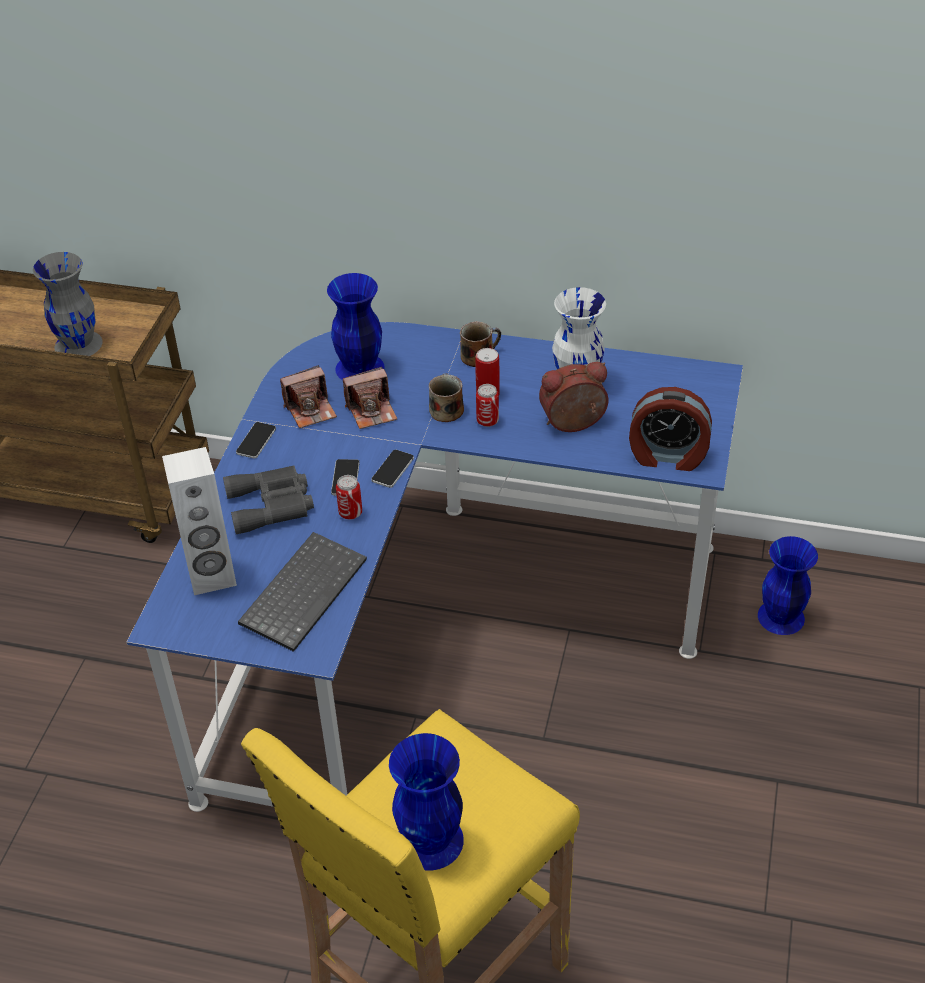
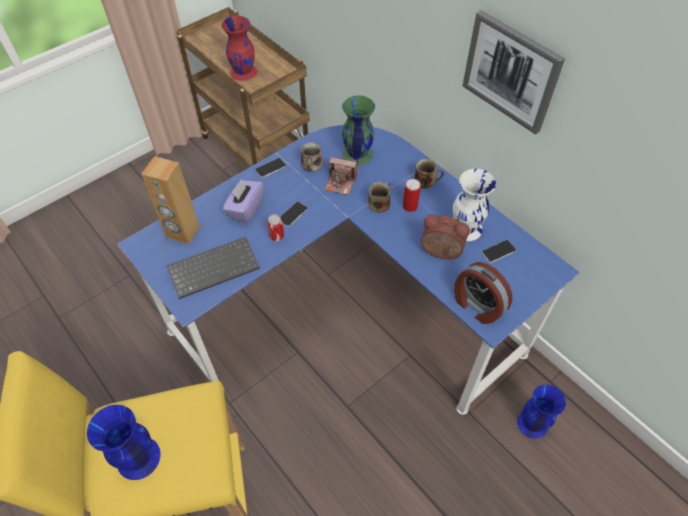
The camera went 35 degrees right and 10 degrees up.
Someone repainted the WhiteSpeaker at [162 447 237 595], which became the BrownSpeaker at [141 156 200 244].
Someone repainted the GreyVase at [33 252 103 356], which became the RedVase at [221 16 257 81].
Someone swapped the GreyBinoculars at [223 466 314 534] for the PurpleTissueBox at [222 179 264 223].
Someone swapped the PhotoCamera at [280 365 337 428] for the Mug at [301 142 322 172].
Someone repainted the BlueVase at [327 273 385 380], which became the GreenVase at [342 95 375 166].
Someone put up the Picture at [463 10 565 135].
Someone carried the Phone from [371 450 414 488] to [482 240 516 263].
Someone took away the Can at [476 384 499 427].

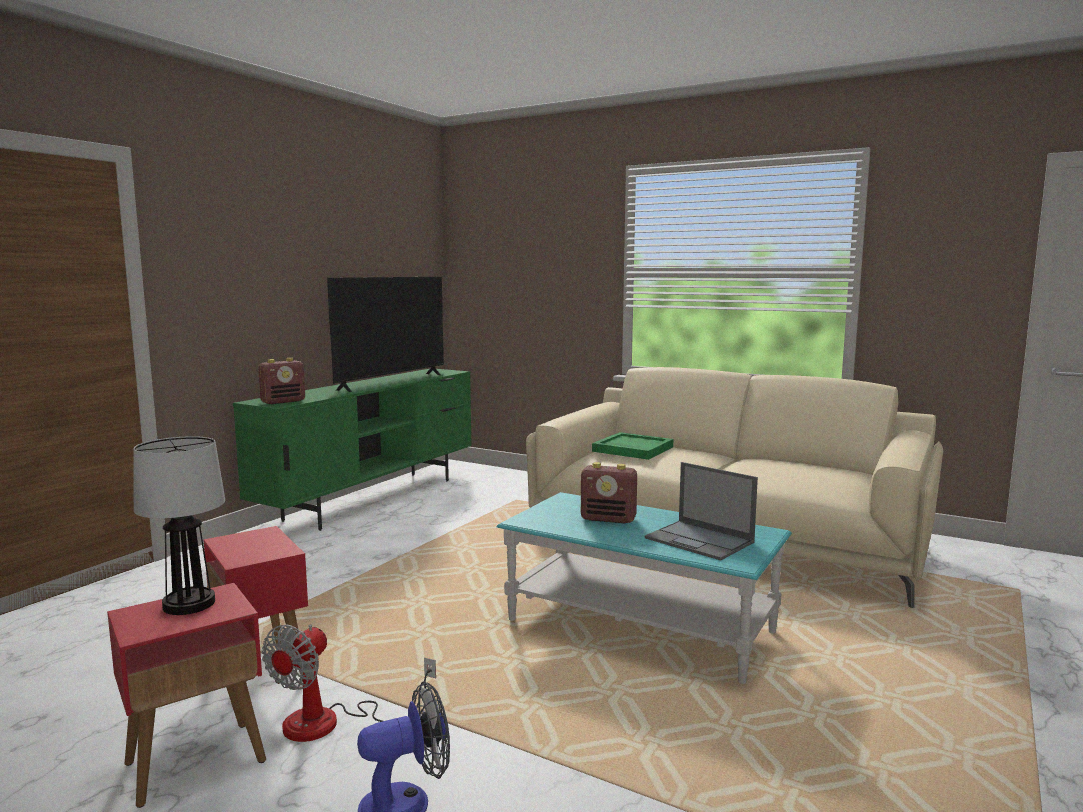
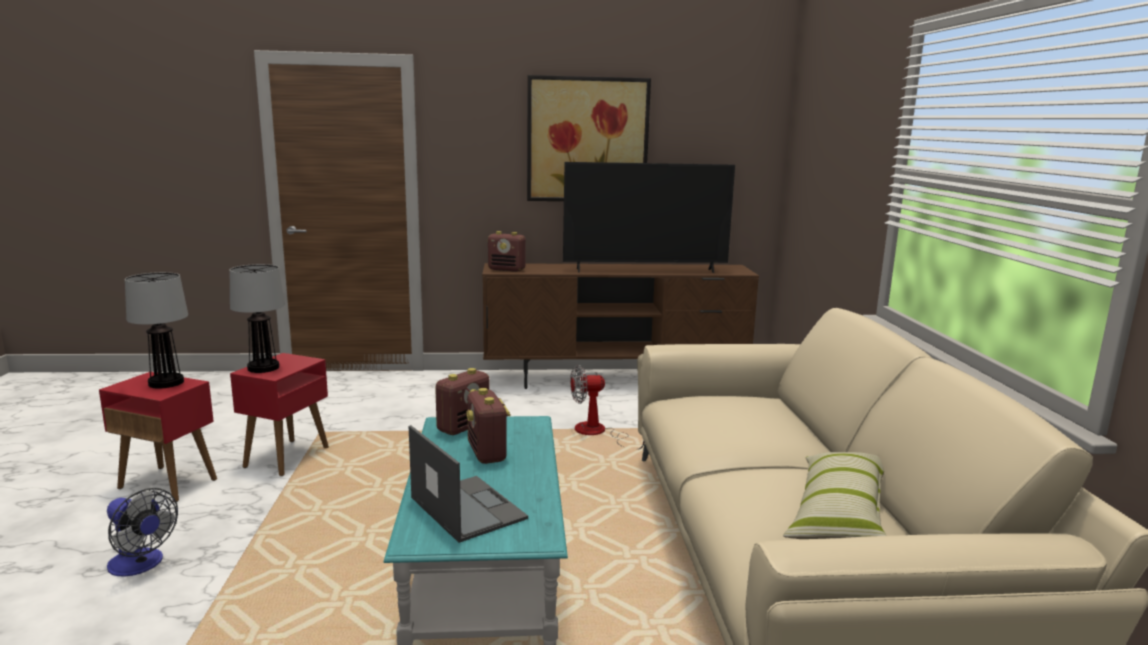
The camera went 55 degrees right and 5 degrees up.
Someone put down the TableLamp at [230 264 285 373].
Someone rotated the Laptop at [645 462 758 560] by 135 degrees clockwise.
Someone put down the Radio at [435 368 489 435].
Someone repainted the GreenTvStand at [233 369 472 531], which became the BrownTvStand at [482 263 759 389].
Someone put up the Picture at [527 75 651 201].
Someone carried the Fan from [262 624 436 742] to [570 365 644 449].
Someone put down the Pillow at [783 452 887 539].
Someone took away the GreenTray at [592 432 673 460].

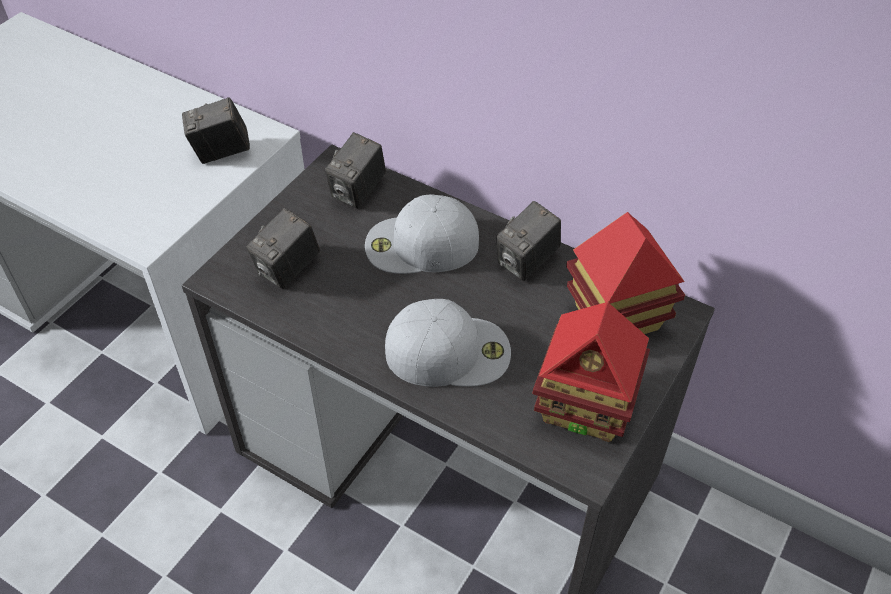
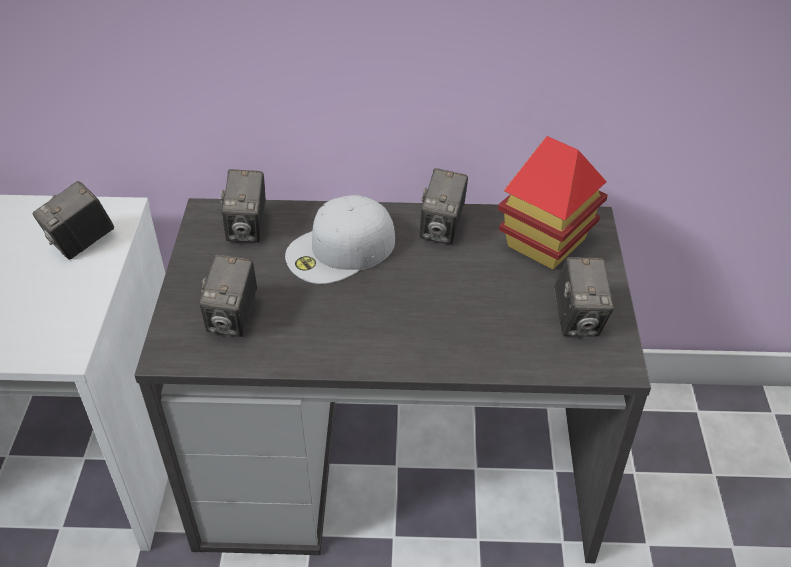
The camera went 30 degrees left and 5 degrees down.
Someone swapped the ToyHouse at [533 302 650 442] for the PhotoCamera at [554 257 614 337].
Someone took away the WhiteCap at [385 299 511 387].

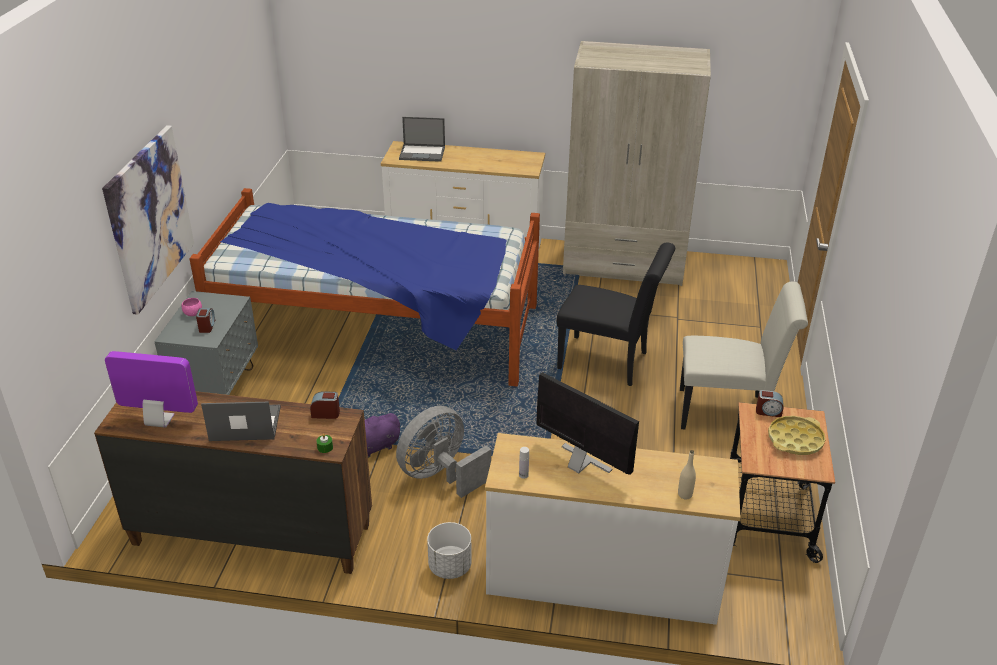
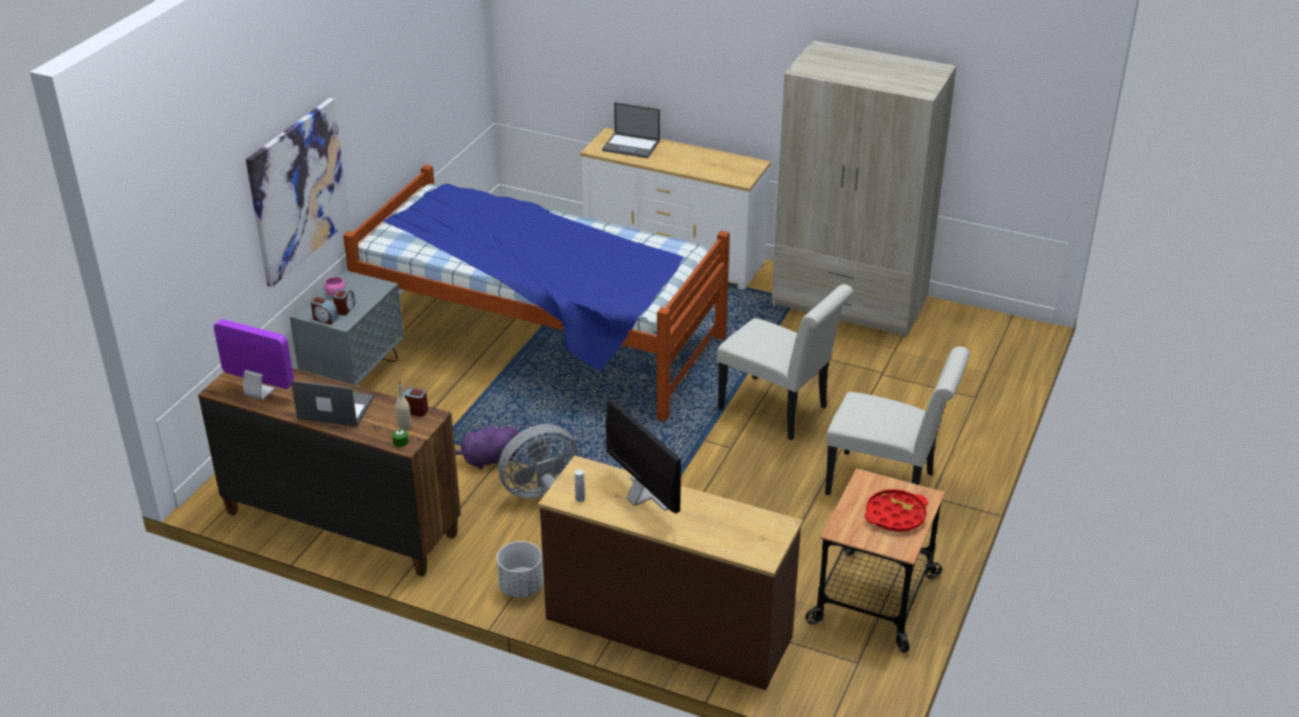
The camera went 15 degrees right and 0 degrees up.
Someone carried the AlarmClock from [756 390 783 417] to [311 297 339 325].
Someone carried the BeigeBottle from [678 450 696 499] to [395 382 411 430].
Someone repainted the WhiteDresser at [485 433 741 625], which became the BrownDresser at [538 455 803 690].
Someone repainted the BlackChair at [557 242 675 386], which became the WhiteChair at [717 284 853 440].
Someone repainted the YellowTray at [768 416 826 455], which became the RedTray at [865 489 928 532].

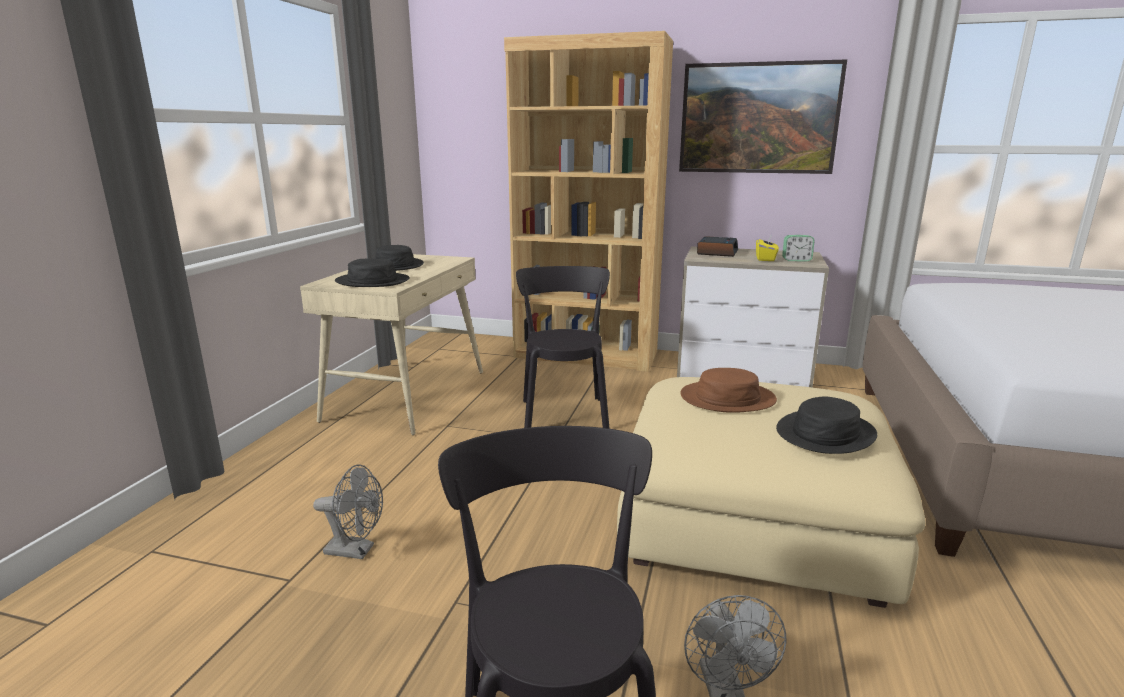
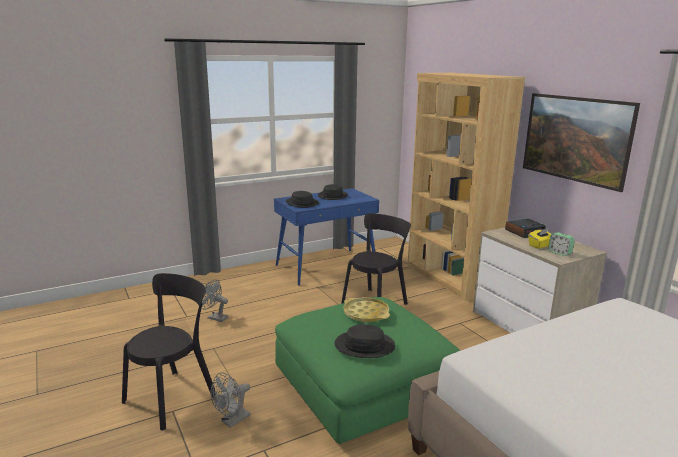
The camera went 45 degrees right and 0 degrees up.
Someone rotated the GreyFan at [313 465 383 559] by 150 degrees clockwise.
Someone repainted the BeigeDesk at [300 254 483 435], which became the BlueDesk at [274 188 379 285].
Someone repainted the BeigeOttoman at [617 377 925 608], which became the GreenOttoman at [275 297 460 444].
Someone swapped the BrownHat at [680 368 777 413] for the YellowTray at [344 297 390 323].

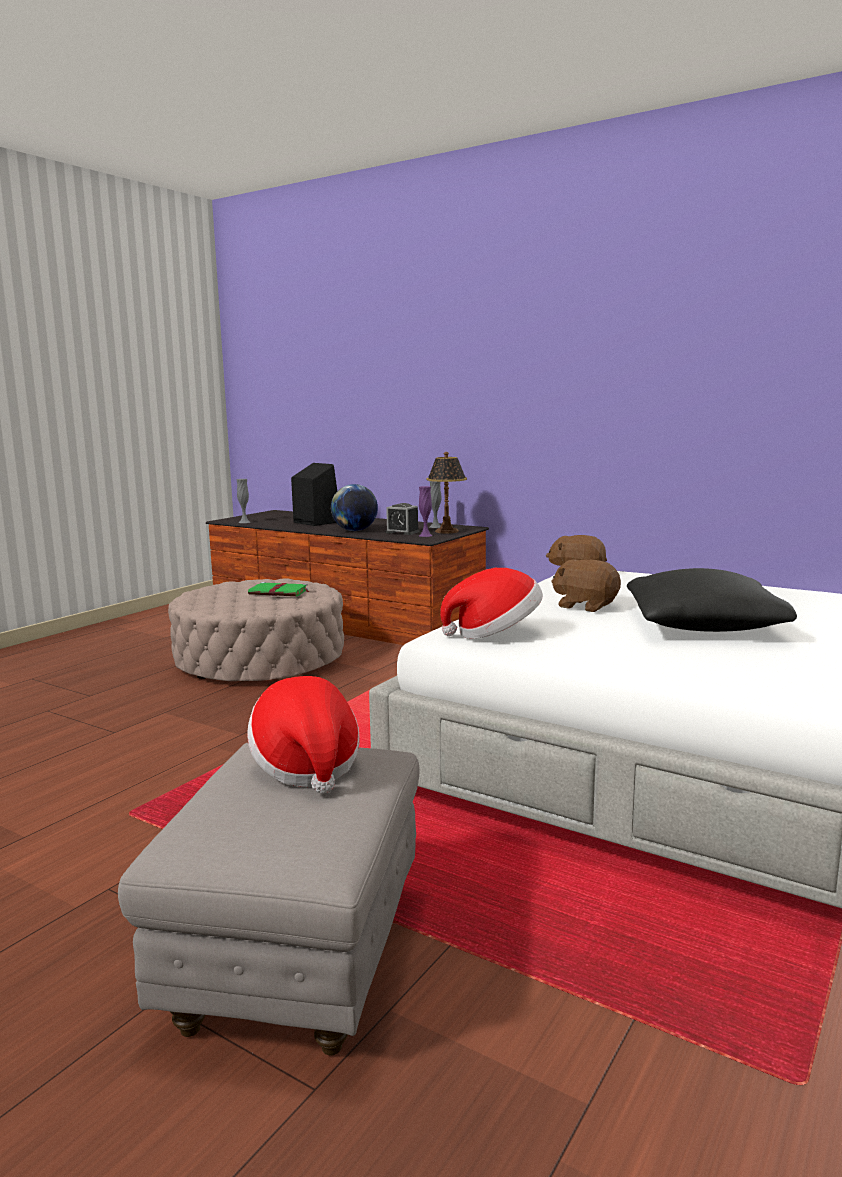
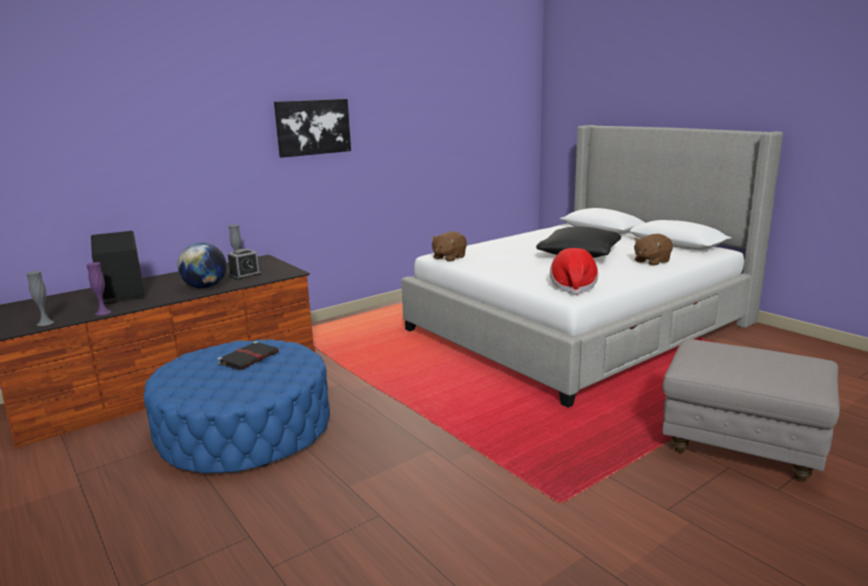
The camera went 70 degrees left and 5 degrees up.
Someone carried the PurpleVase from [419 486 433 537] to [86 262 111 315].
Someone repainted the BeigeOttoman at [168 579 344 681], which became the BlueOttoman at [144 339 330 473].
Someone repainted the GreenBook at [248 582 309 596], which became the BlackBook at [217 341 279 370].
Someone put up the Picture at [274 99 351 158].
Someone carried the BrownPlushToy from [552 560 621 612] to [634 234 673 266].
Someone took away the Hat at [247 676 360 794].
Someone took away the TableLamp at [427 452 467 533].

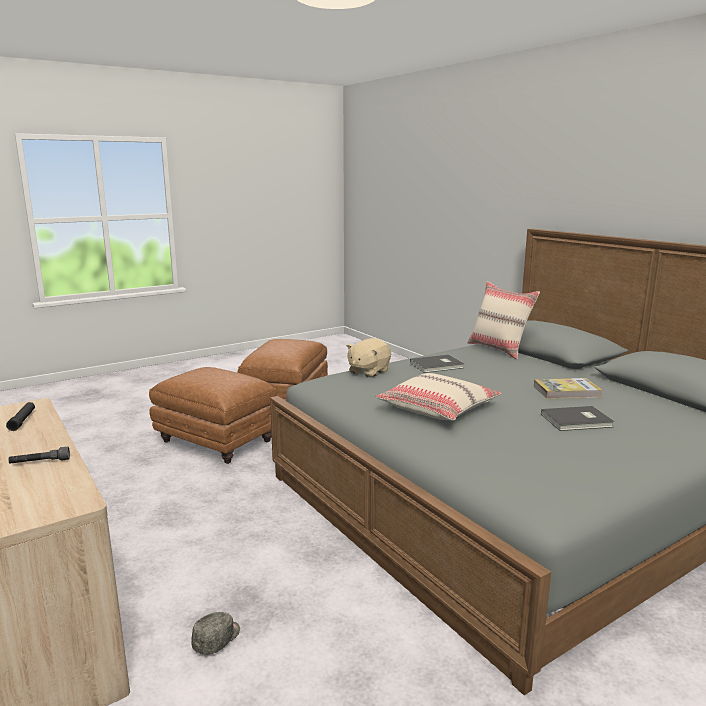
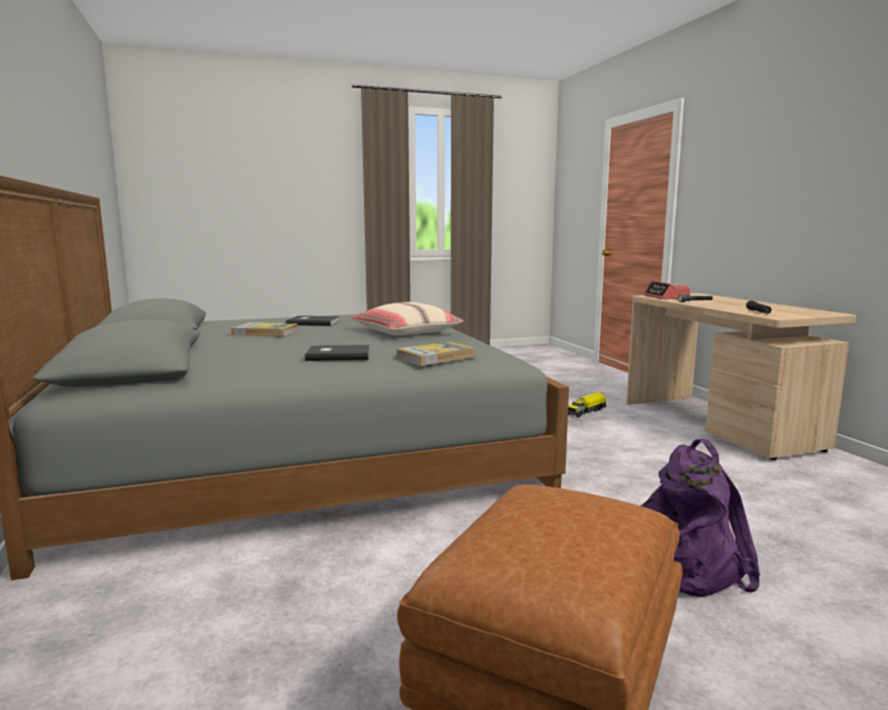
The camera went 165 degrees left and 5 degrees down.
Someone swapped the BeigePlushToy at [346 338 391 377] for the Book at [396 342 475 366].
Someone swapped the GreyCap at [192 612 240 655] for the ToyTruck at [568 392 607 418].
Someone swapped the BrownOttoman at [149 367 277 464] for the PurpleBackpack at [641 438 760 597].
Someone put down the AlarmClock at [644 281 691 299].
Someone took away the BeigePillow at [467 281 540 359].

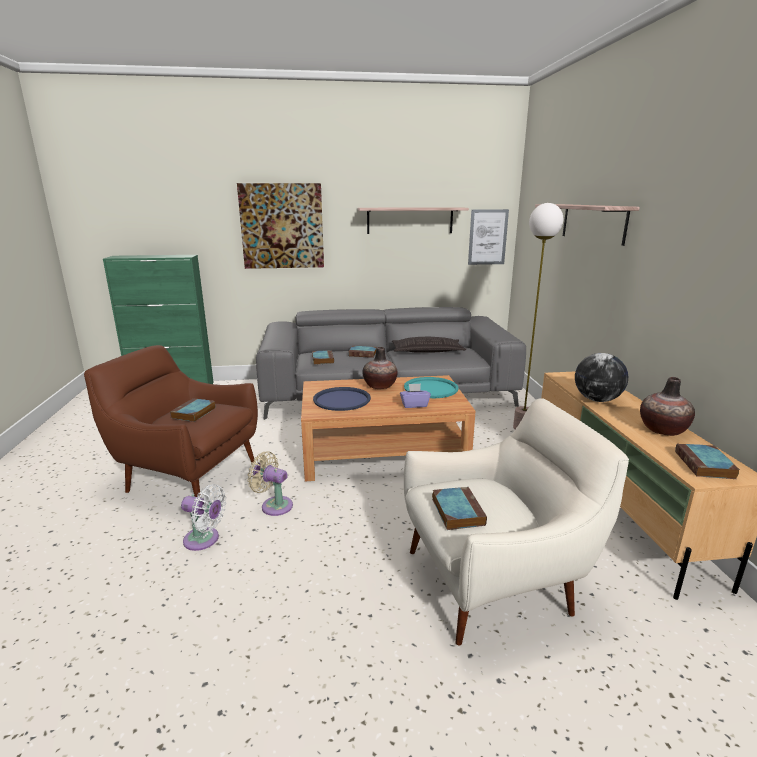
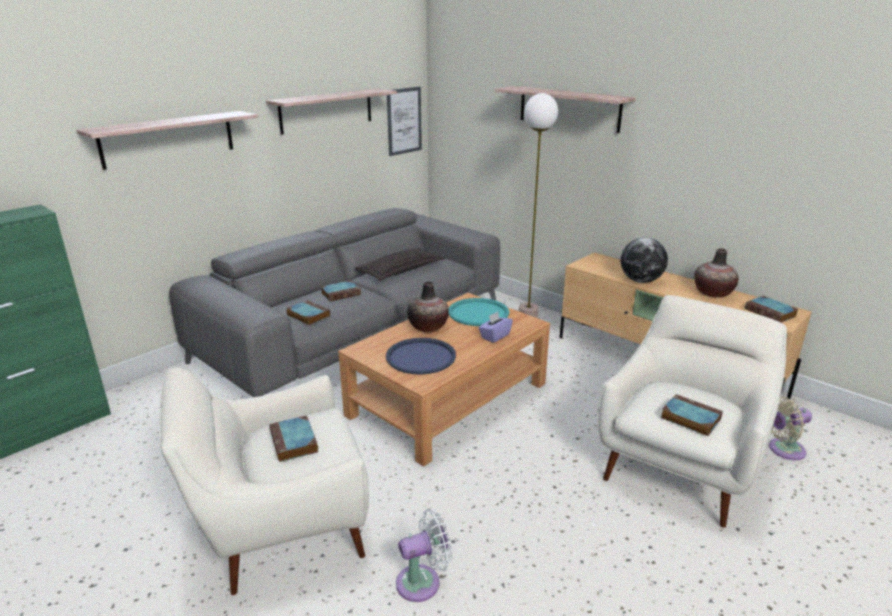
The camera went 40 degrees left and 5 degrees up.
Someone swapped the Picture at [237 183 324 269] for the Shelf at [76 111 258 170].
Someone repainted the BrownArmchair at [84 345 258 498], which became the WhiteArmchair at [159 367 369 595].
Someone carried the BeigeFan from [247 451 293 516] to [769 396 812 460].

